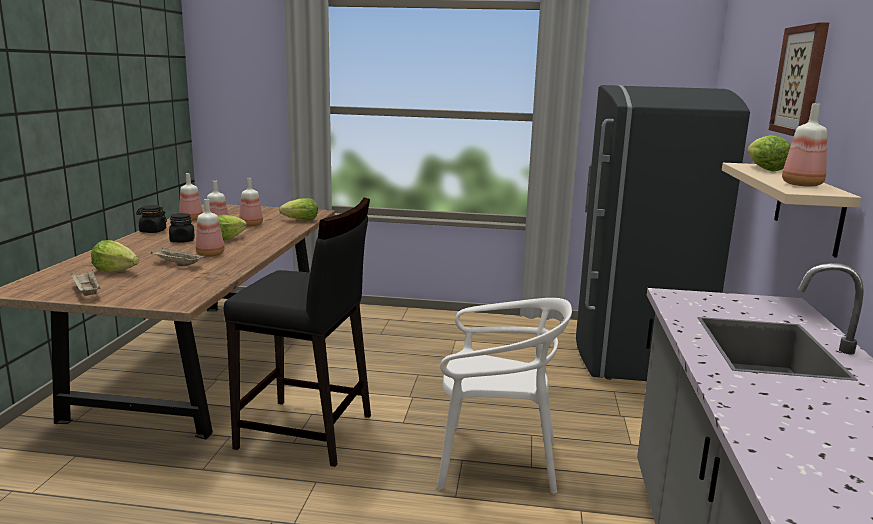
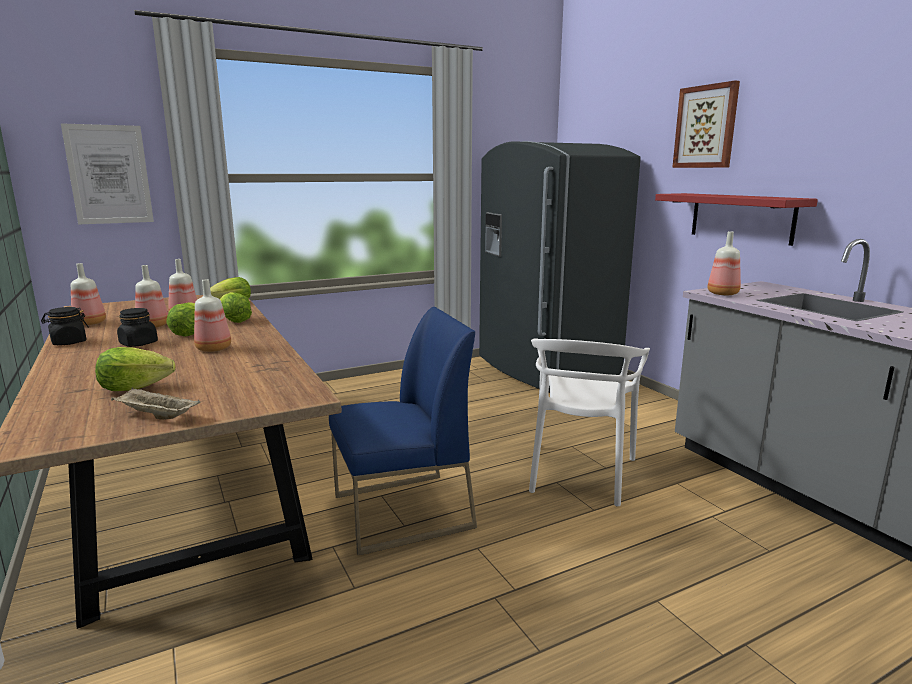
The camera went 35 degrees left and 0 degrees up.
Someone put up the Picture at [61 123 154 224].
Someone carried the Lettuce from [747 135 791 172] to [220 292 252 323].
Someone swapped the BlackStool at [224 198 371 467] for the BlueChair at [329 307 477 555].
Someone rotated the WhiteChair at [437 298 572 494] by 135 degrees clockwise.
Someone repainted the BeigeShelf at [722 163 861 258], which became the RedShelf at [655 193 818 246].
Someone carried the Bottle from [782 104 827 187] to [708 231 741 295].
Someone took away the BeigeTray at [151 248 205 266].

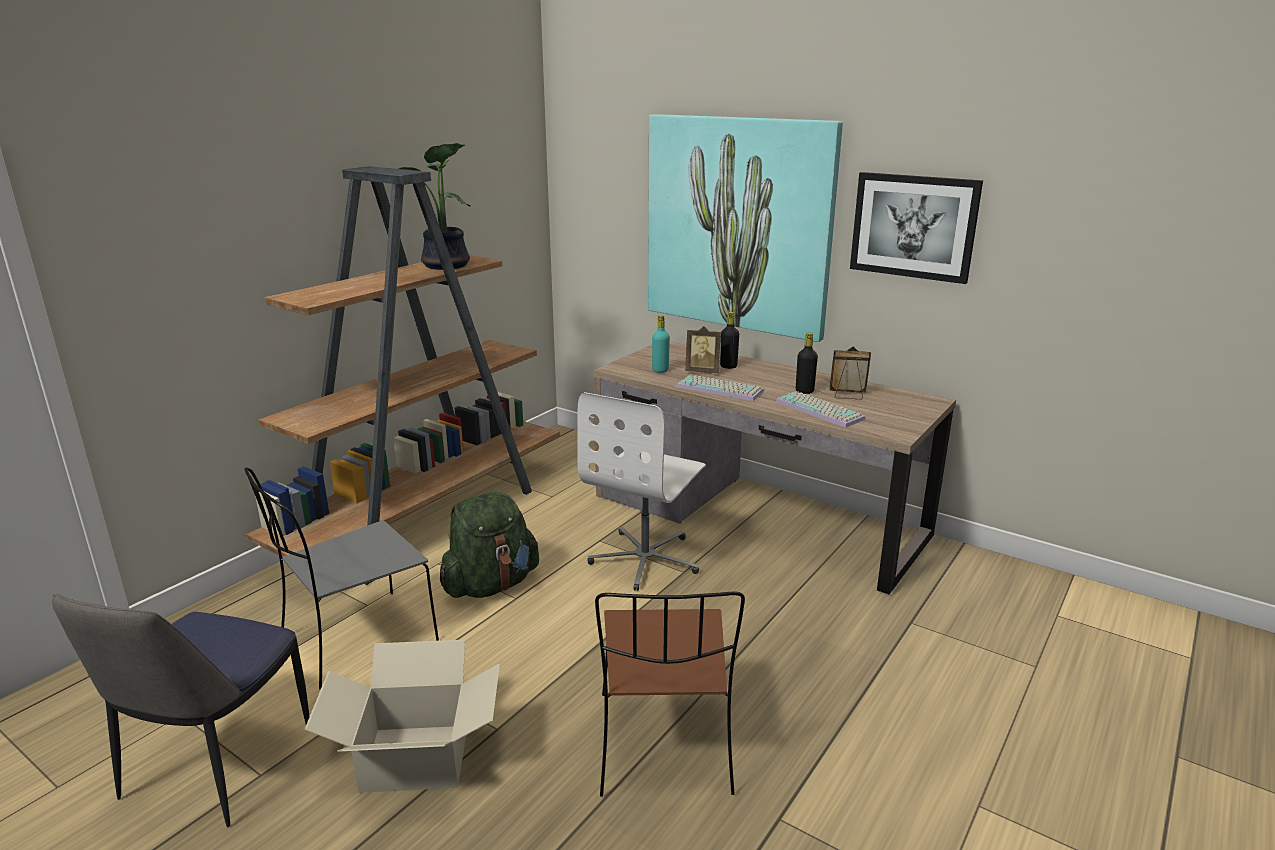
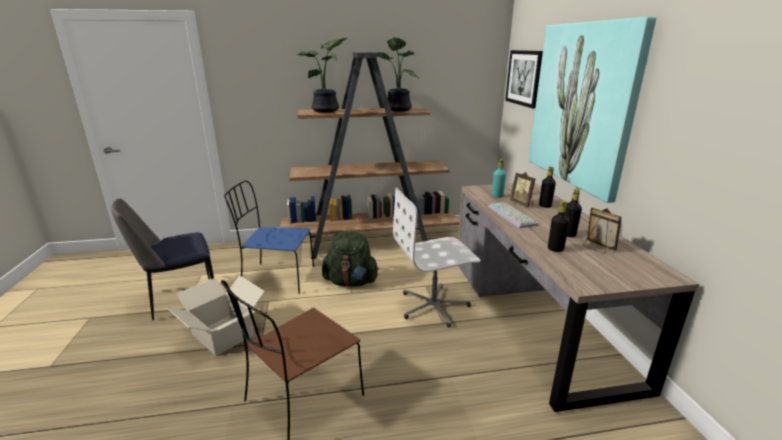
The camera went 45 degrees right and 0 degrees up.
Someone repainted the GreyChair at [245 467 439 689], which became the BlueChair at [224 181 314 294].
Someone put down the PottedPlant at [297 38 347 113].
Someone carried the Picture from [850 172 983 284] to [505 50 543 109].
Someone swapped the Keyboard at [776 391 865 428] for the BlackBottle at [548 201 570 252].

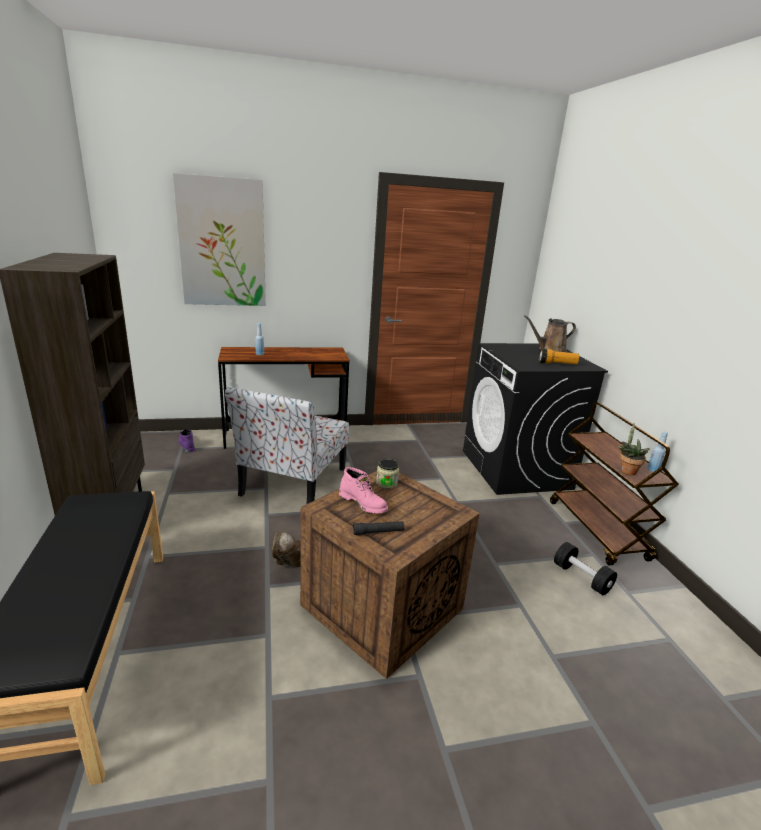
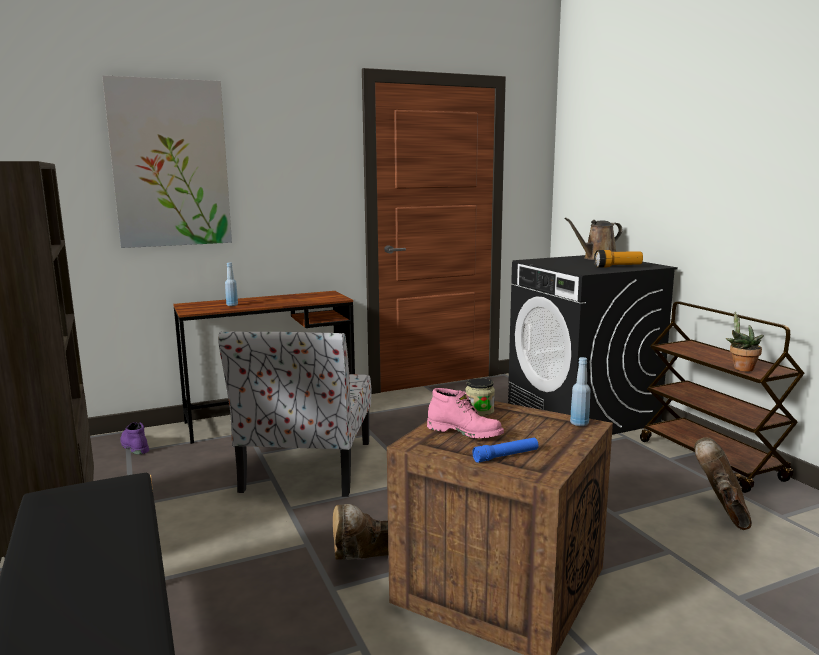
The camera went 10 degrees left and 10 degrees down.
Someone repainted the BlackFlashlight at [353 521 405 535], which became the BlueFlashlight at [472 438 538 463].
Someone carried the BlueBottle from [648 432 668 472] to [570 357 591 426].
Someone swapped the BlackDumbbell at [554 542 617 595] for the BrownBoot at [694 437 752 530].

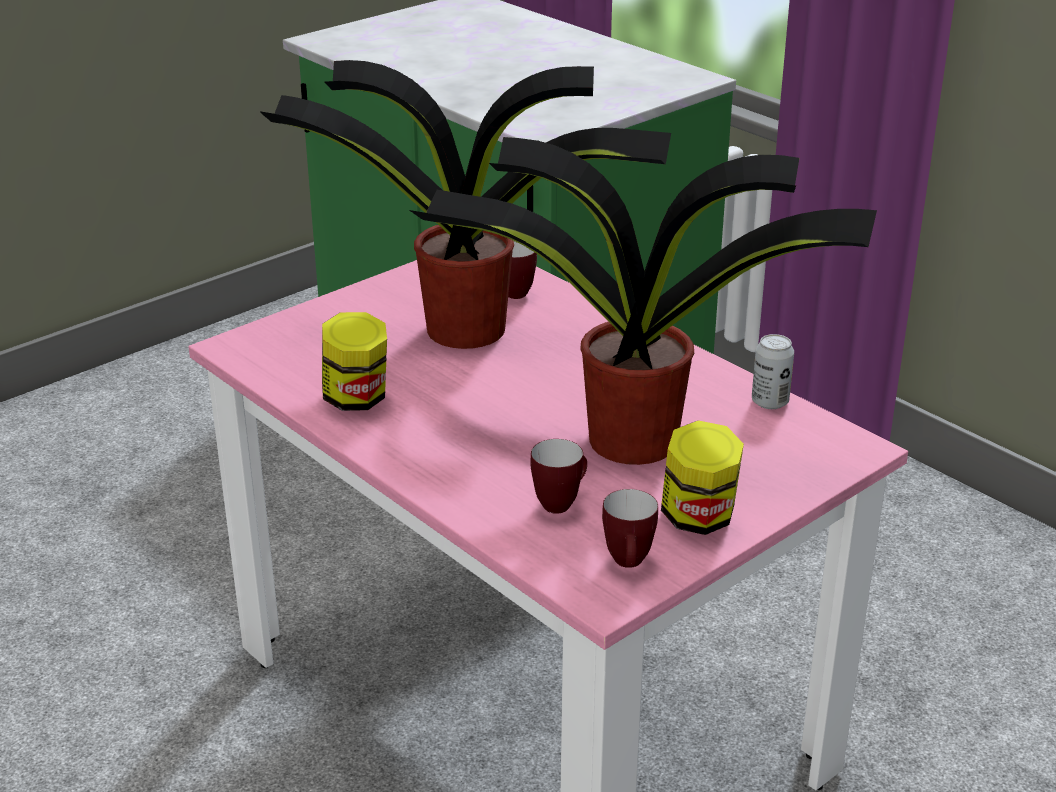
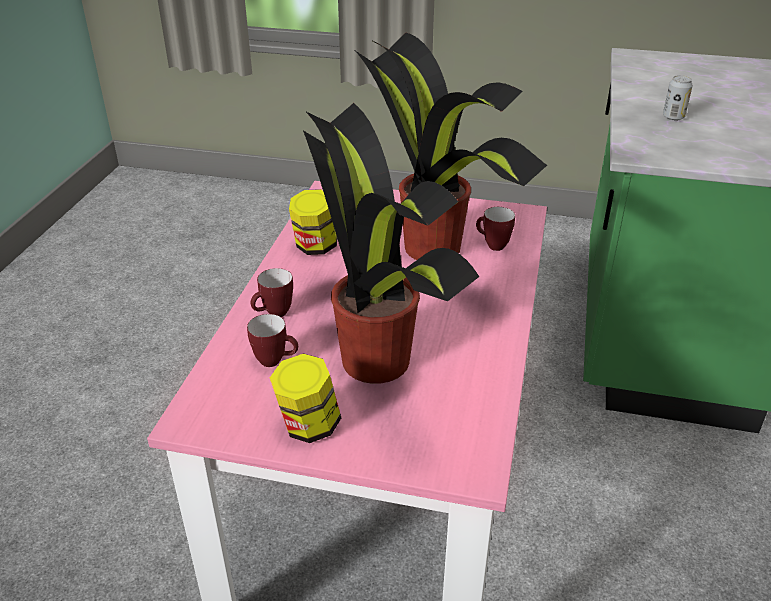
The camera went 55 degrees right and 5 degrees up.
Someone carried the Mug from [602 489 658 568] to [250 268 293 317].
Someone carried the Can from [752 334 794 409] to [663 75 693 121].

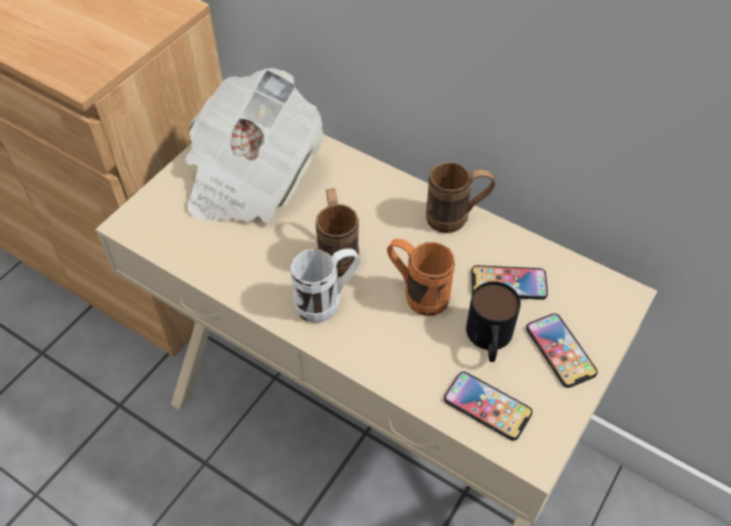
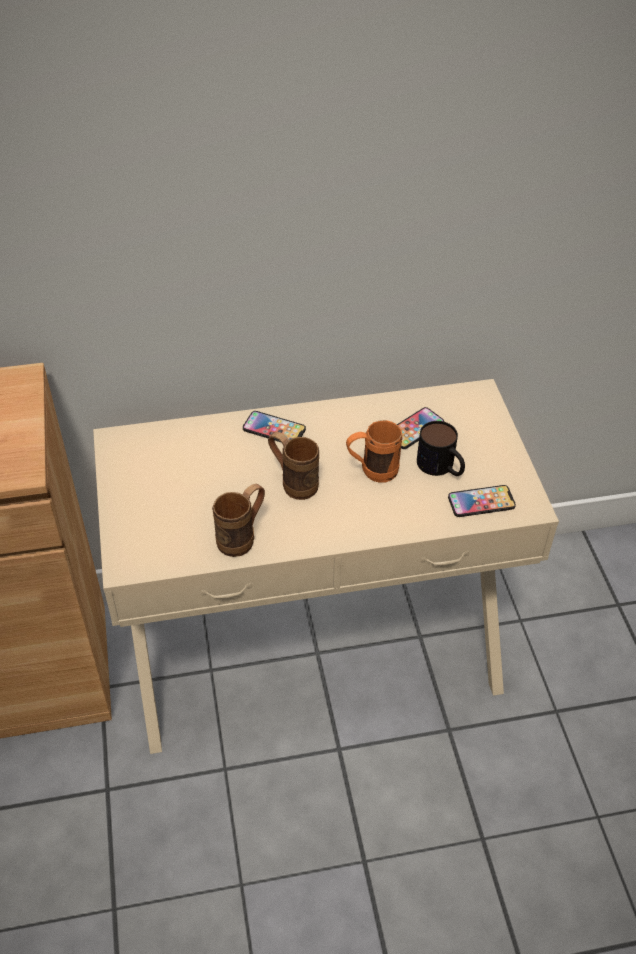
The camera went 45 degrees left and 5 degrees down.
Someone carried the BrownMug from [426 162 495 233] to [212 484 265 557].
Someone carried the Phone from [526 313 598 388] to [243 411 306 442].
Someone took away the Newspaper at [185 68 323 223].
Someone took away the WhiteMug at [290 248 360 323].

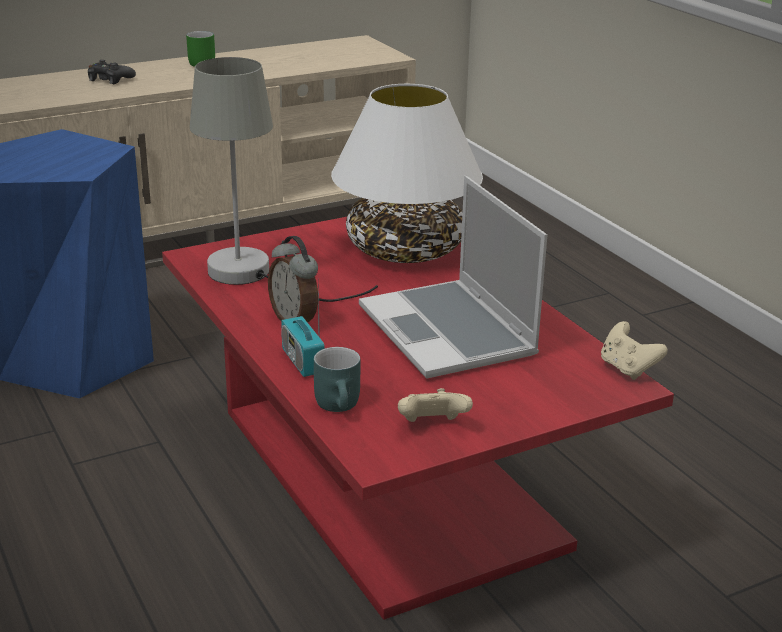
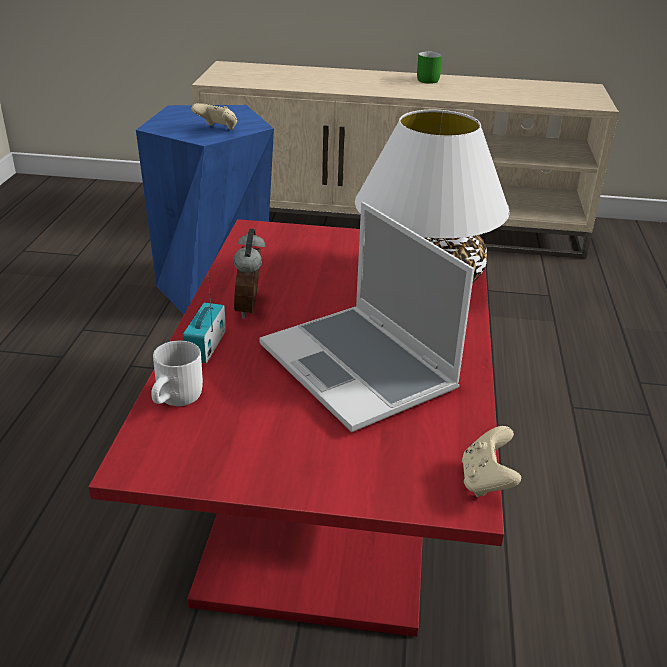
The camera went 35 degrees right and 5 degrees up.
Someone repainted the TurquoiseMug at [314 347 361 412], which became the WhiteMug at [151 340 203 406].
Someone carried the BeigeGameController from [398 388 473 422] to [191 103 237 130].
Someone rotated the Laptop at [359 176 547 379] by 45 degrees counterclockwise.
Someone took away the BlackGameController at [88 60 136 84].
Someone took away the GreyTableLamp at [190 57 378 302].

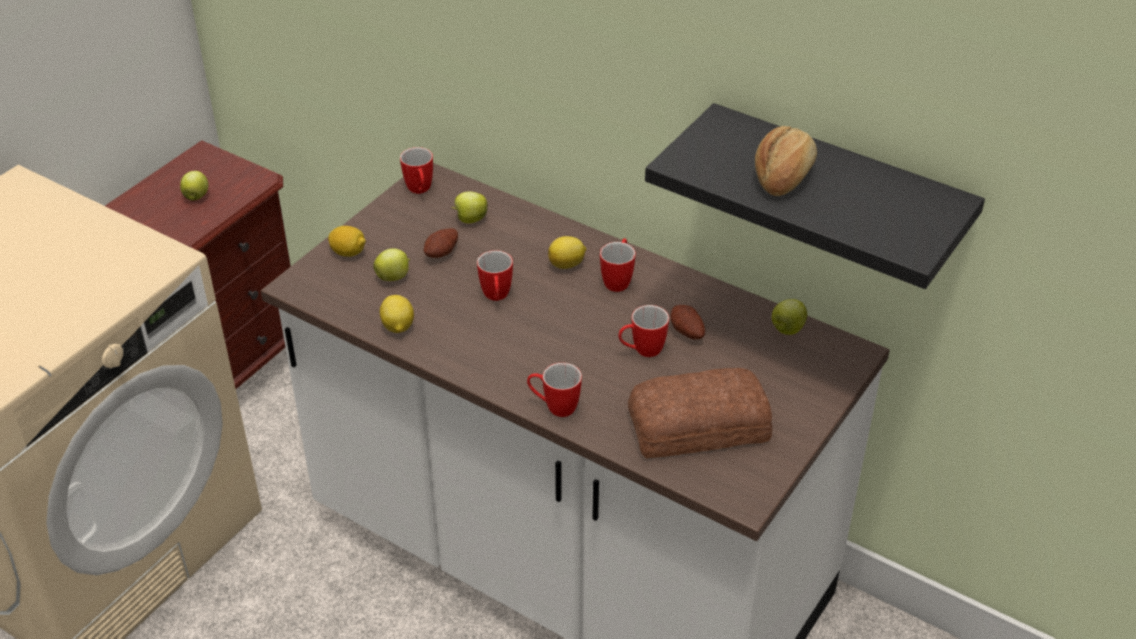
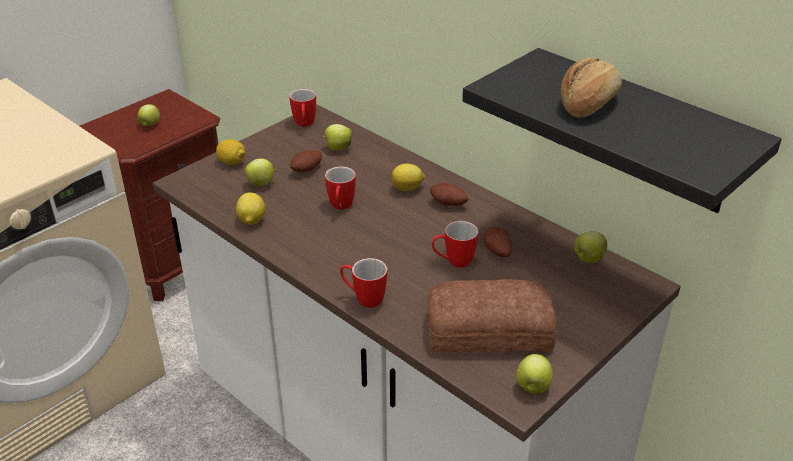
The camera went 10 degrees right and 5 degrees down.
Someone swapped the Mug at [600 239 636 292] for the Potato at [430 183 469 206].
Someone put down the Apple at [516 354 553 393].

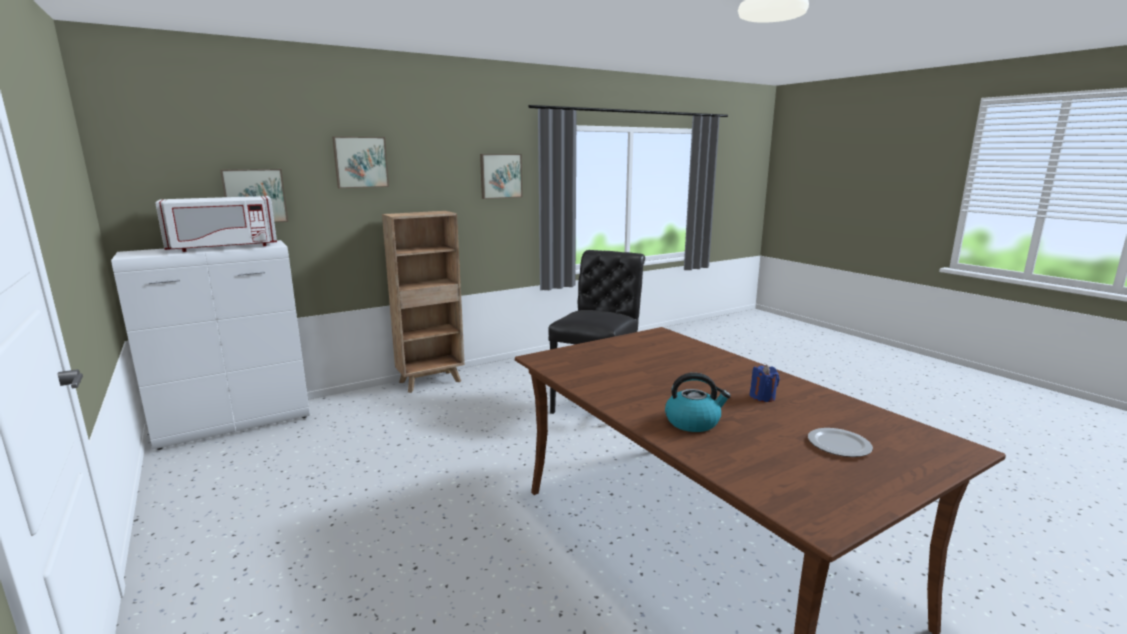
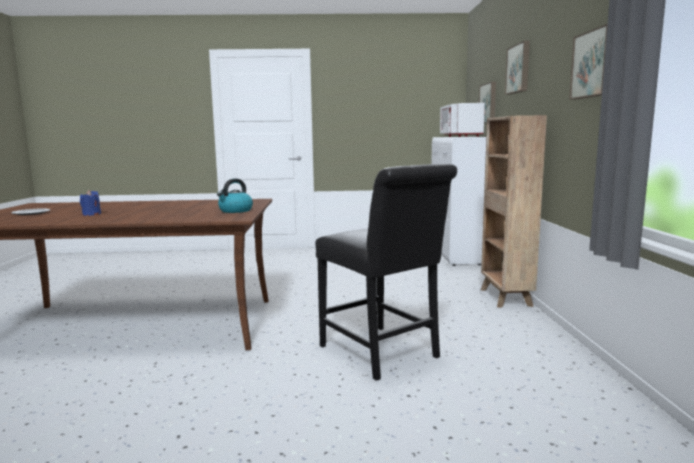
The camera went 120 degrees right and 5 degrees down.
Someone carried the Kettle from [665 373 731 432] to [217 179 253 213].

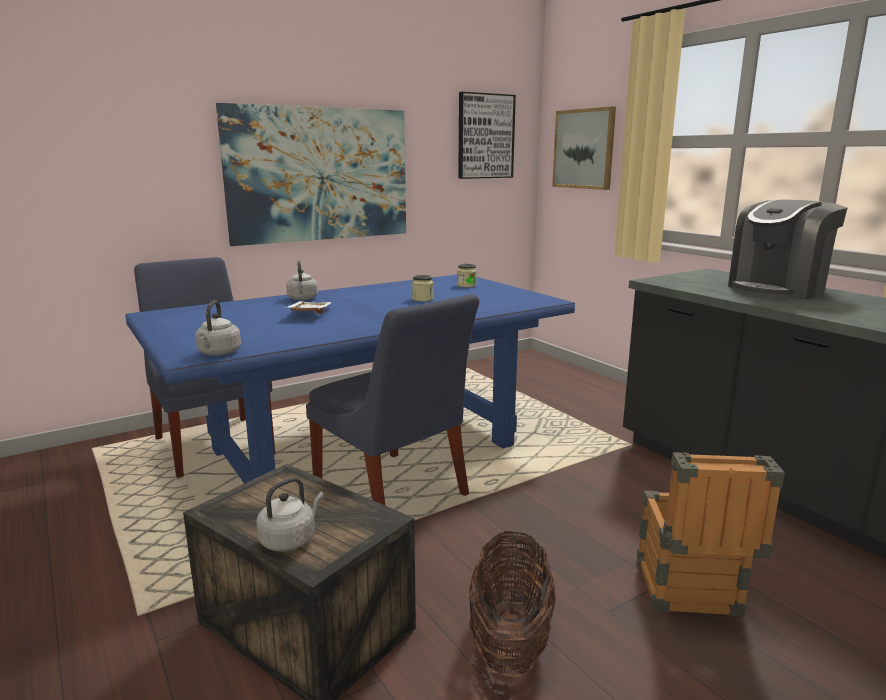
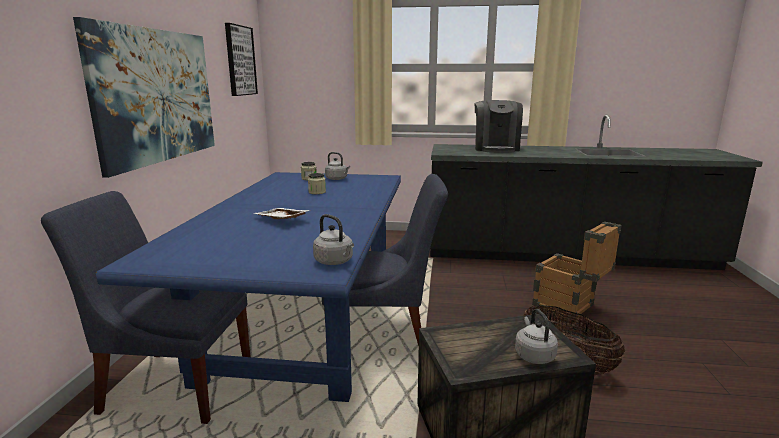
The camera went 50 degrees left and 0 degrees up.
Someone carried the GreyKettle from [286 260 318 300] to [325 152 350 180].
Someone took away the Picture at [552 107 616 190].

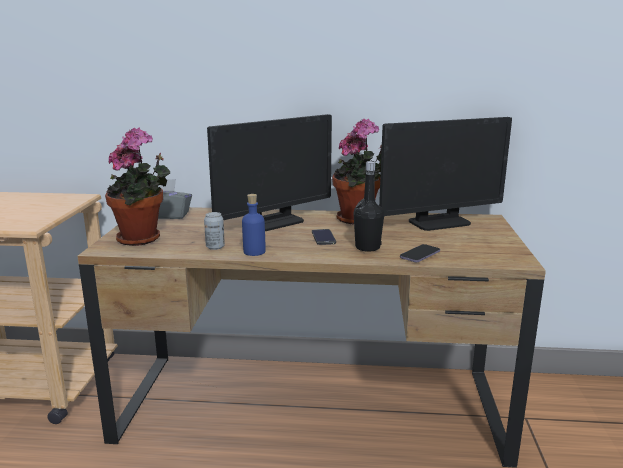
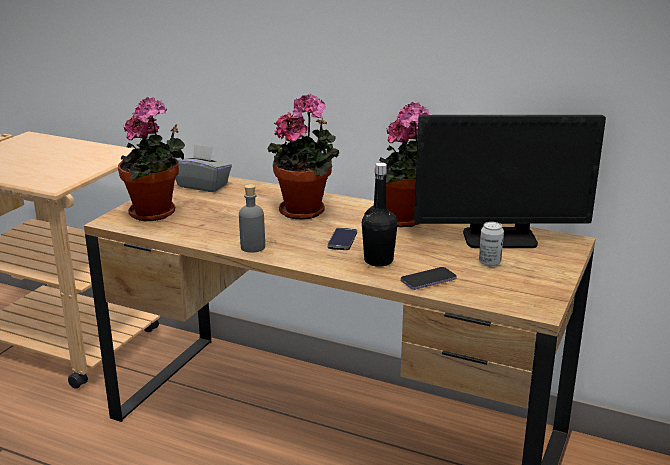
The camera went 20 degrees right and 5 degrees up.
Someone repainted the BlueBottle at [242 194 266 256], which became the GreyBottle at [239 184 265 253].
Someone swapped the Monitor at [207 114 332 231] for the PottedPlant at [268 93 339 219].
Someone carried the Can from [204 212 225 250] to [479 222 504 266].

